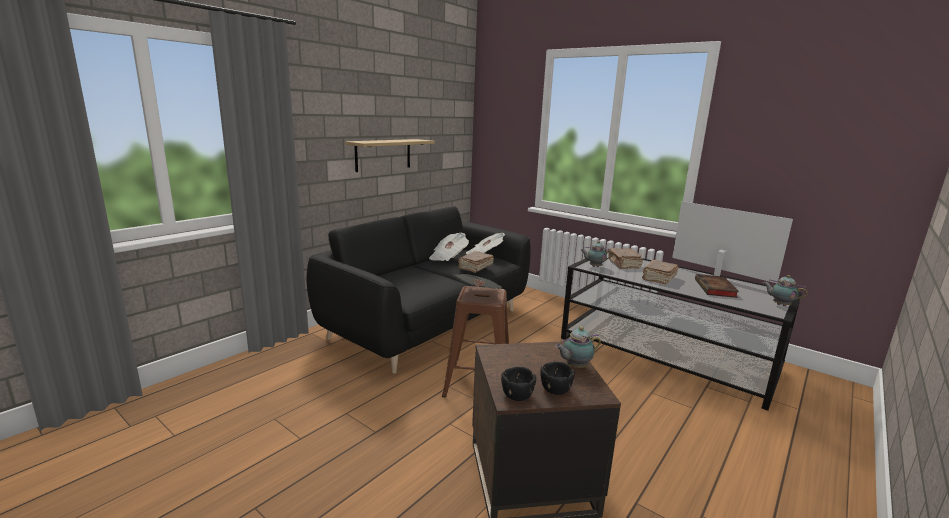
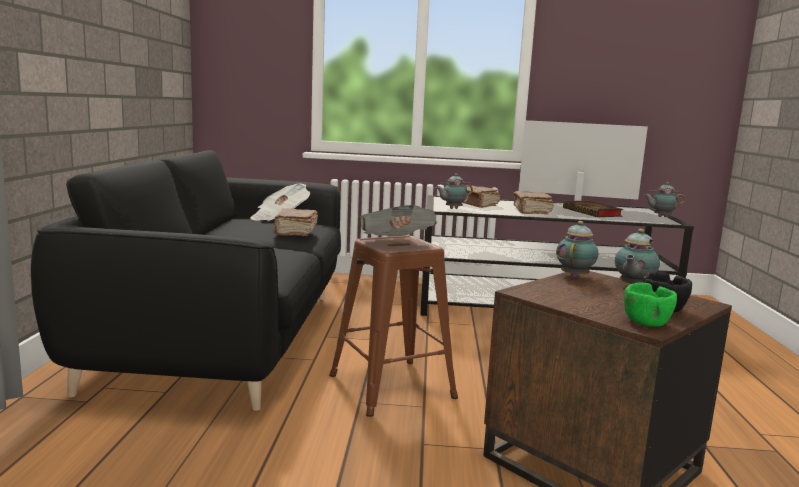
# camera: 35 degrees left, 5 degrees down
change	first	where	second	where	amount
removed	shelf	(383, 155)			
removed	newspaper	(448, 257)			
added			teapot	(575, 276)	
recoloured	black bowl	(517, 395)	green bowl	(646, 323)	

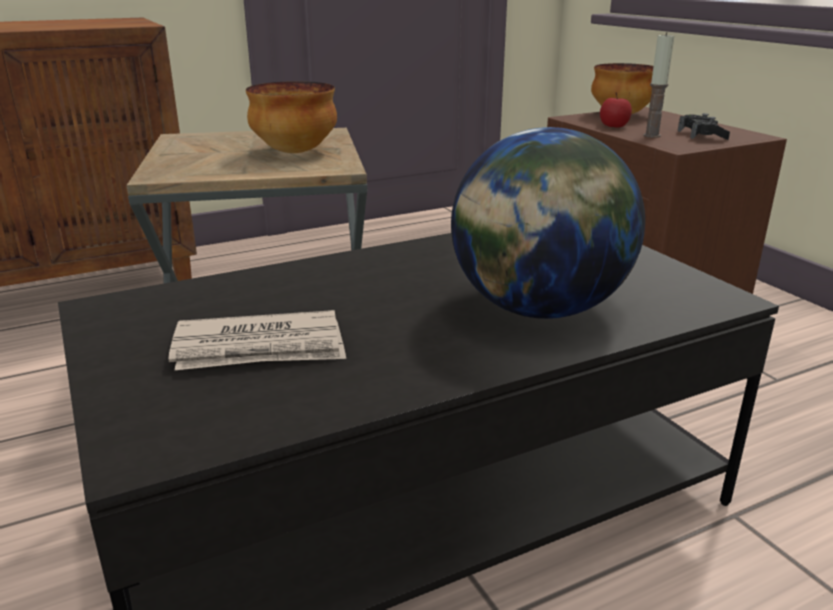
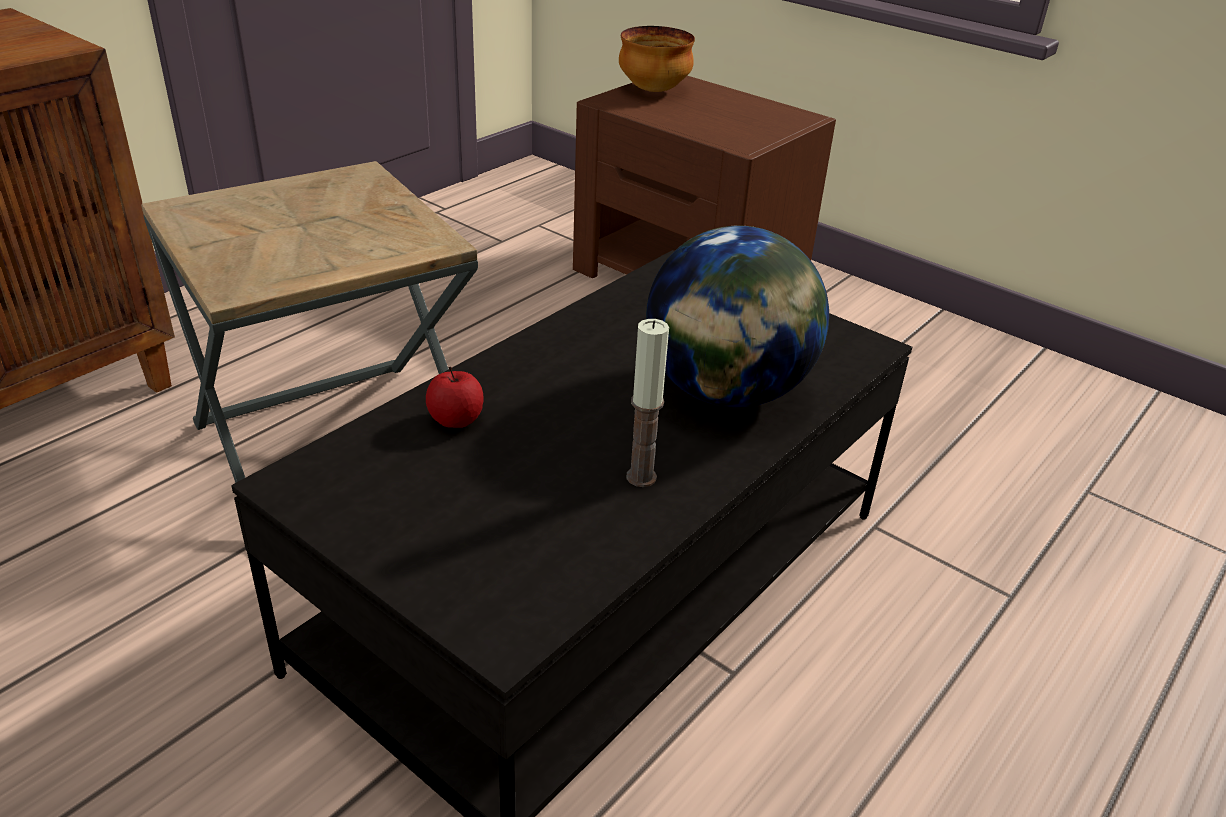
# camera: 25 degrees left, 10 degrees up
change	first	where	second	where	amount
removed	newspaper	(260, 348)			
removed	bowl	(296, 152)			
removed	black game controller	(701, 135)			
moved	apple	(614, 126)		(455, 420)	
moved	candle	(651, 135)		(641, 477)	

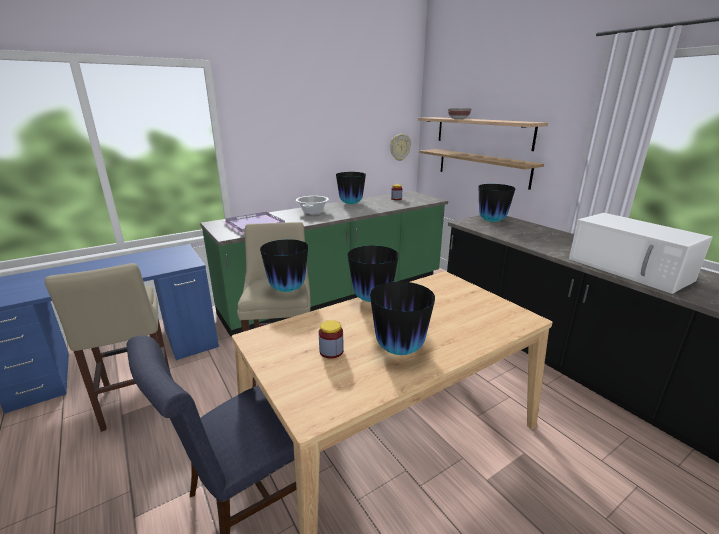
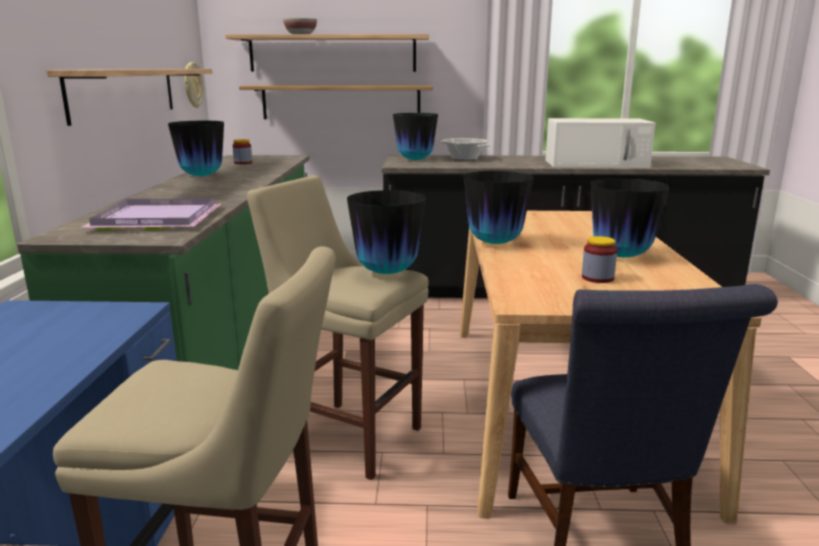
# camera: 55 degrees left, 5 degrees down
change	first	where	second	where	amount
added			shelf	(125, 92)	
moved	cooking pot	(312, 212)		(464, 158)	

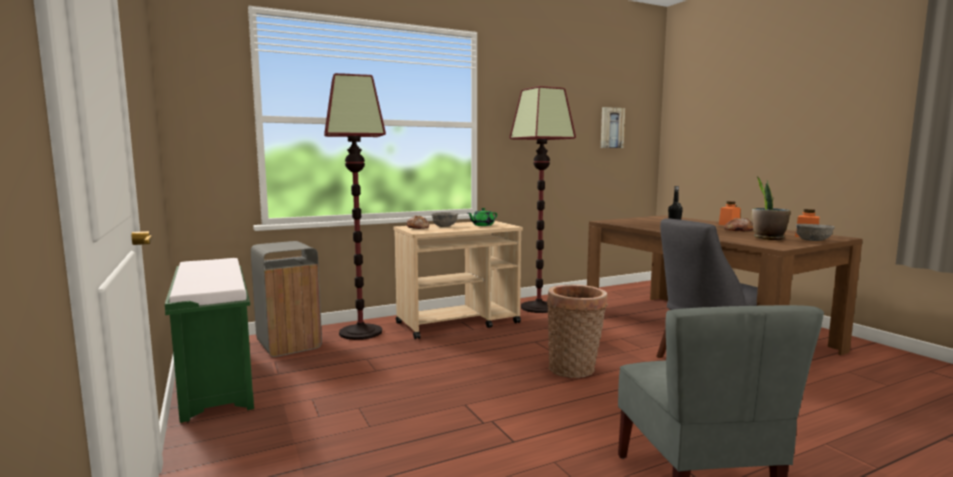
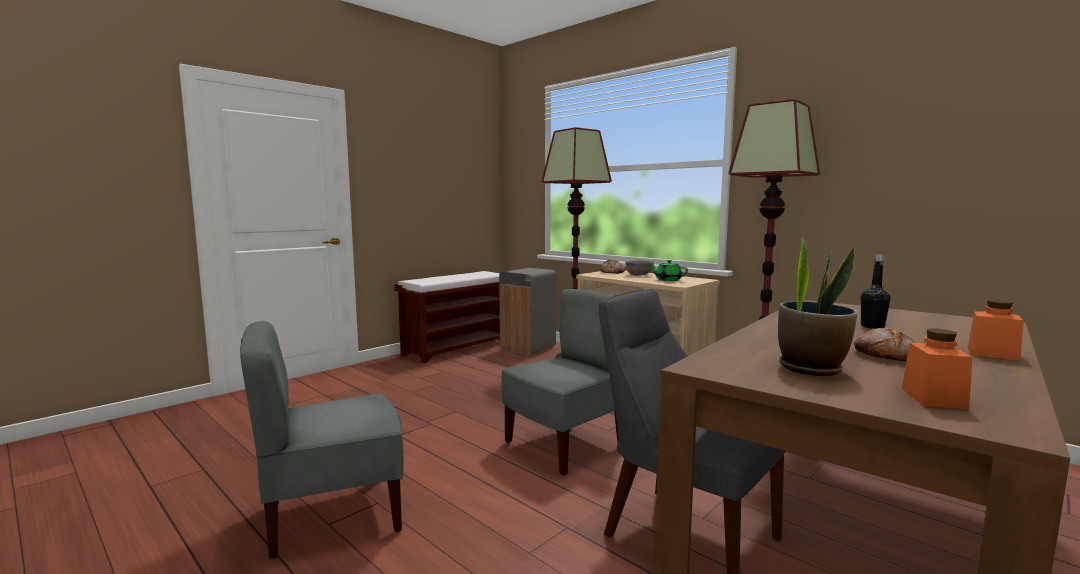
# camera: 70 degrees right, 0 degrees up
change	first	where	second	where	amount
removed	picture	(611, 128)			
removed	grey bowl	(812, 240)			
replaced	basket	(574, 369)	grey chair	(566, 445)	
recoloured	green bench	(216, 381)	brown bench	(456, 348)	

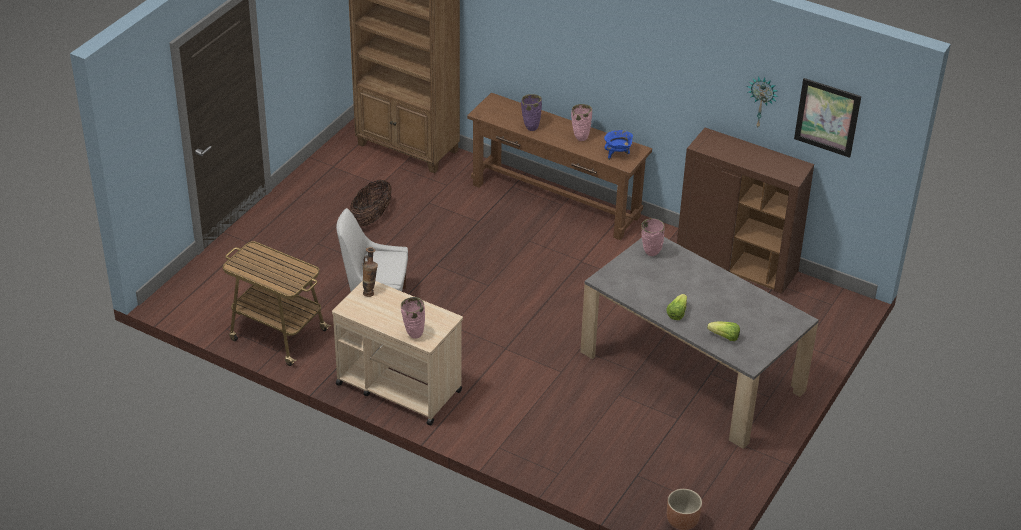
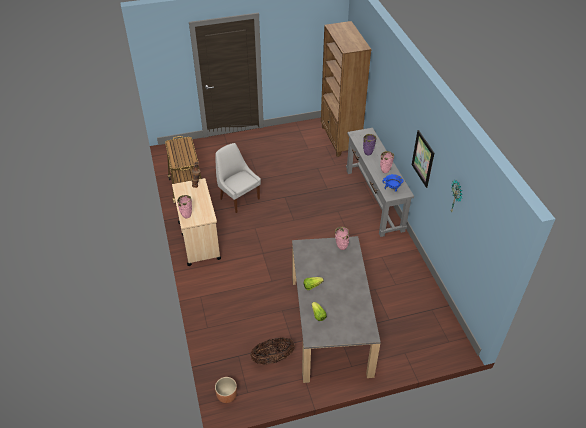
# camera: 45 degrees right, 5 degrees up
change	first	where	second	where	amount
removed	brown cabinet	(737, 264)			
moved	basket	(371, 217)		(273, 358)	
moved	picture	(827, 117)		(423, 158)	
recoloured	brown console table	(555, 201)	grey console table	(374, 200)	

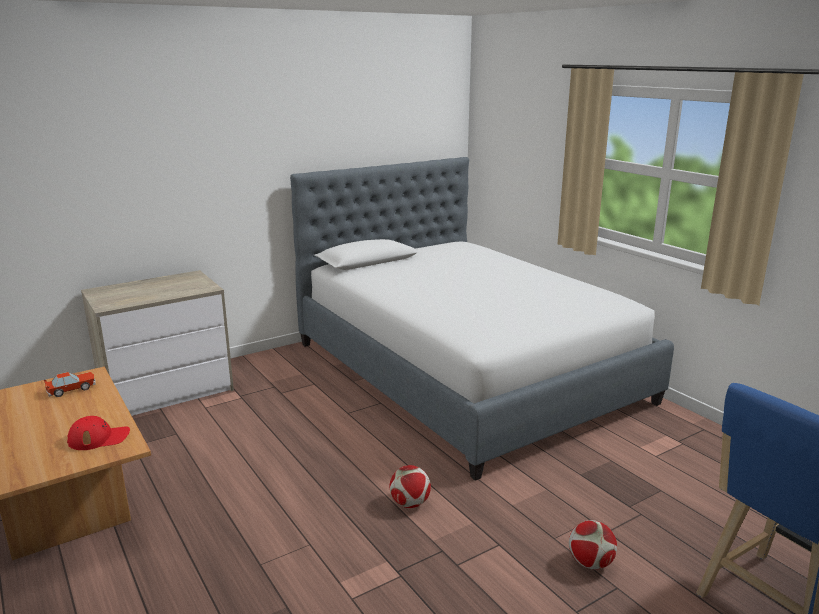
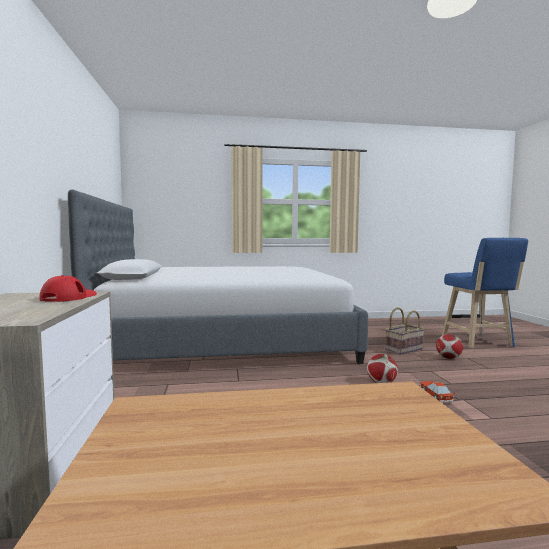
# camera: 65 degrees left, 15 degrees down
change	first	where	second	where	amount
added			basket	(403, 349)	
moved	toy car	(72, 389)		(435, 396)	
moved	red cap	(99, 438)		(69, 297)	

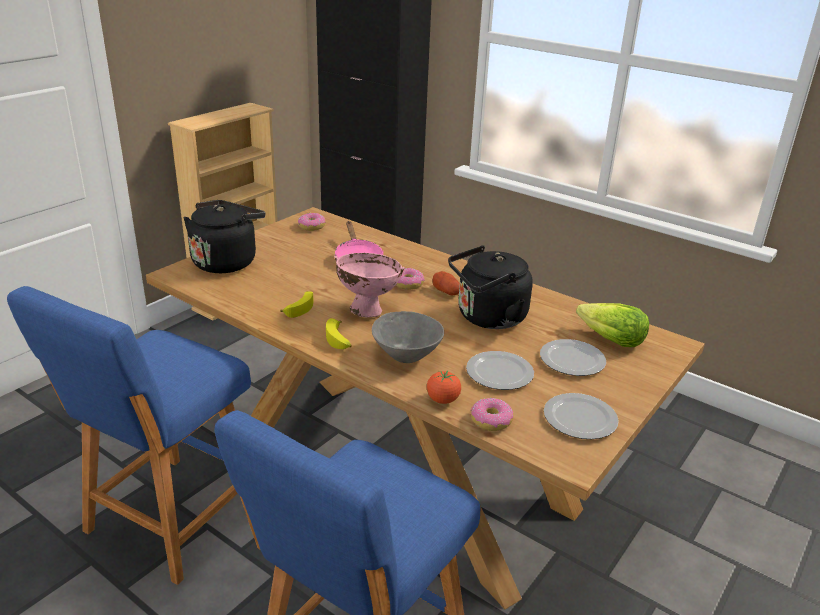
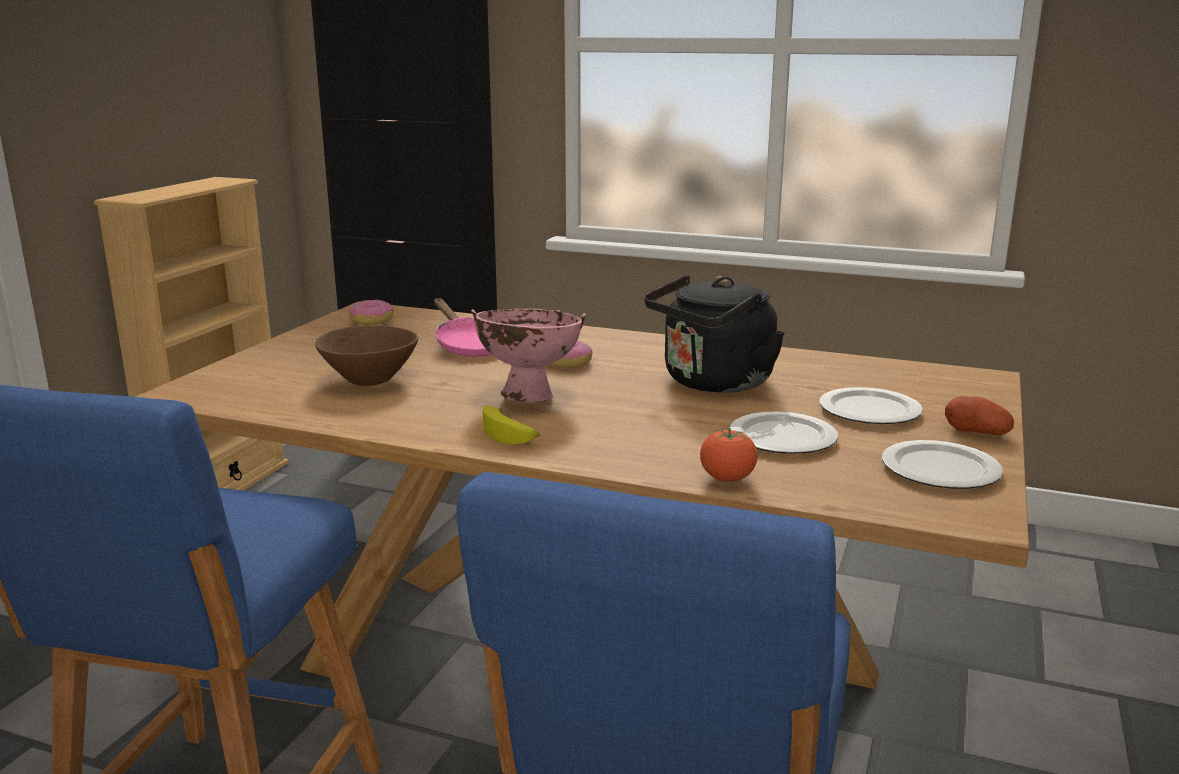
# camera: 15 degrees left, 10 degrees down
change	first	where	second	where	amount
removed	black kettle	(226, 261)			
removed	banana	(299, 307)			
removed	grey bowl	(406, 355)			
removed	donut	(491, 421)			
removed	lettuce	(610, 340)			
added			brown bowl	(370, 379)	
moved	potato	(446, 291)		(977, 432)	

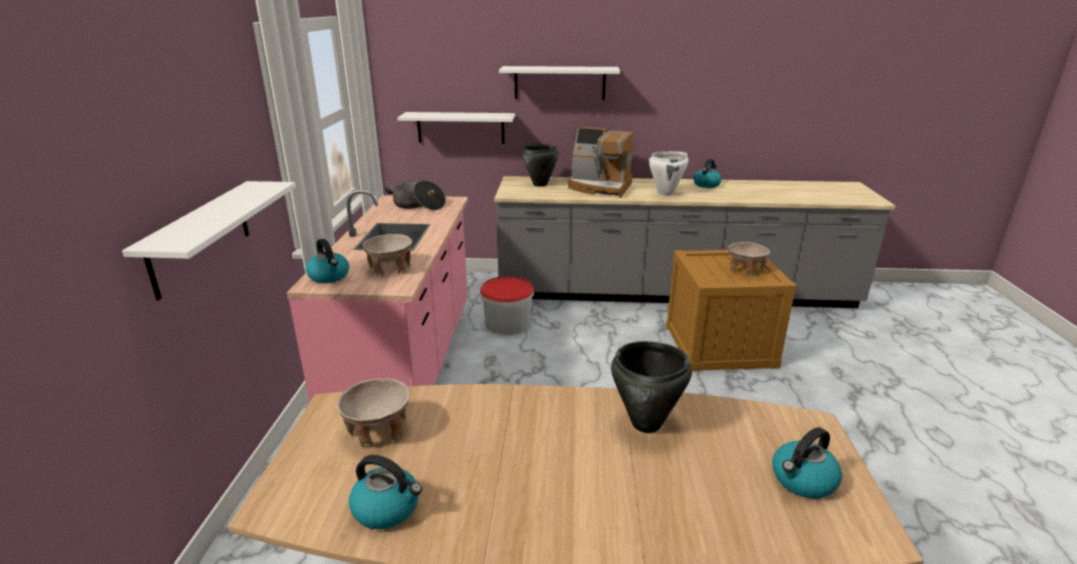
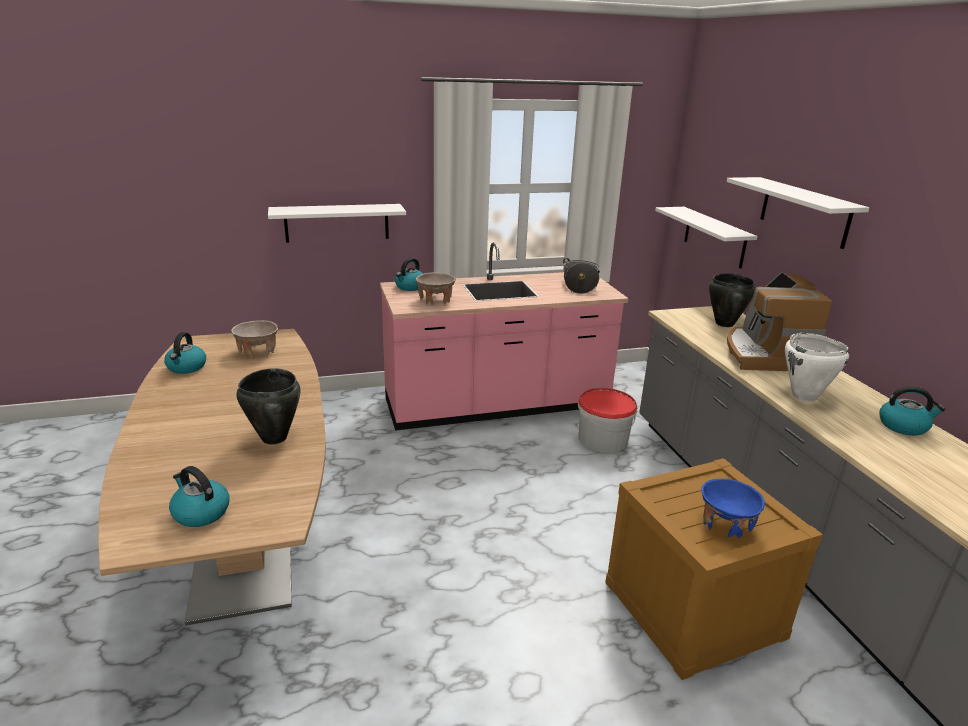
# camera: 70 degrees right, 0 degrees up
change	first	where	second	where	amount
recoloured	beige bowl	(745, 270)	blue bowl	(726, 523)	

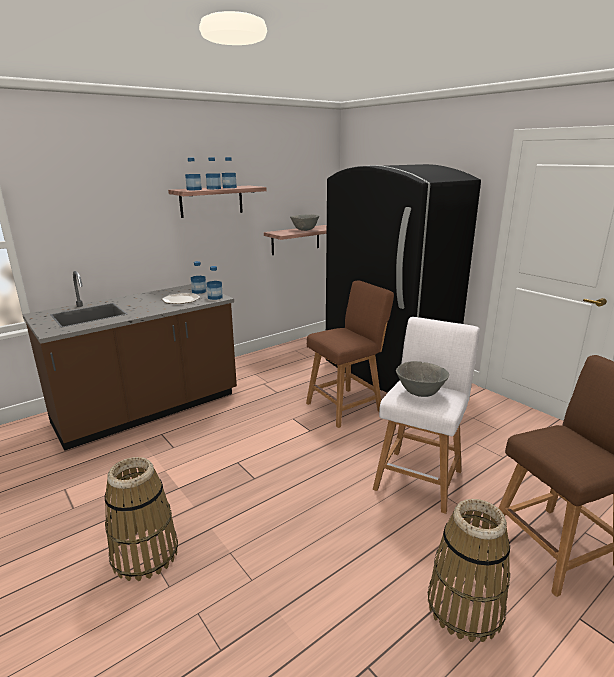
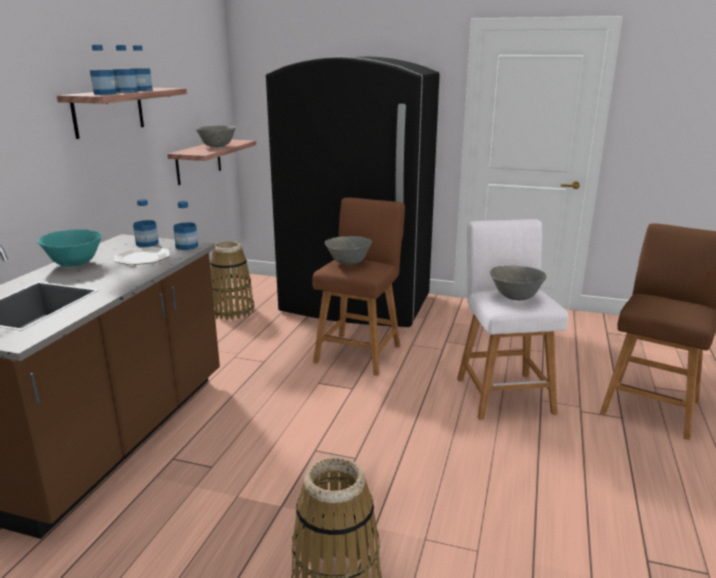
# camera: 35 degrees left, 0 degrees up
change	first	where	second	where	amount
added			turquoise bowl	(75, 263)	
added			grey bowl	(348, 263)	
moved	basket	(464, 606)		(232, 311)	

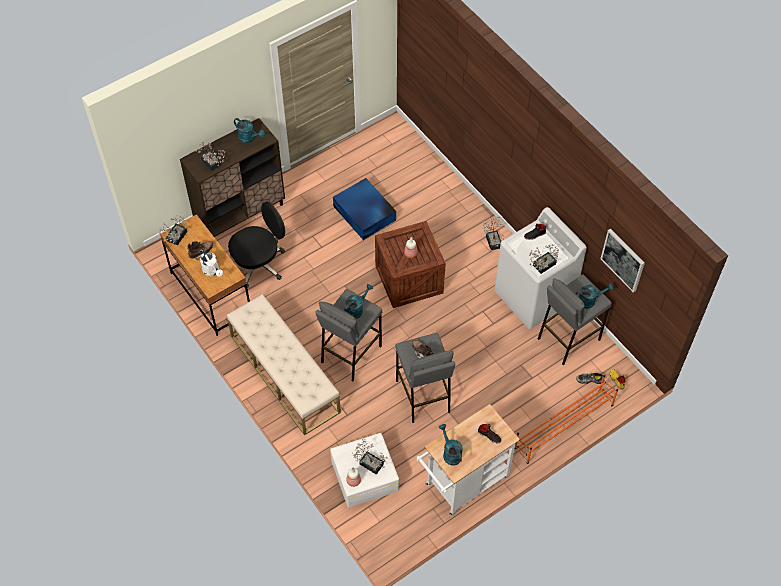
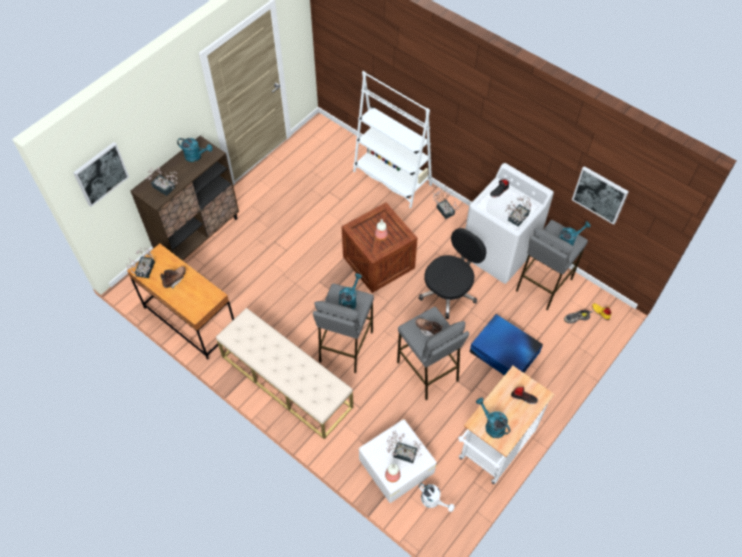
# camera: 15 degrees left, 0 degrees up
change	first	where	second	where	amount
removed	orange shoe rack	(563, 426)			
added			picture	(101, 173)	
added			white bookcase	(392, 178)	
moved	white watering can	(212, 271)		(433, 501)	
moved	black office chair	(259, 264)		(449, 292)	
moved	blue storage box	(364, 214)		(505, 352)	

